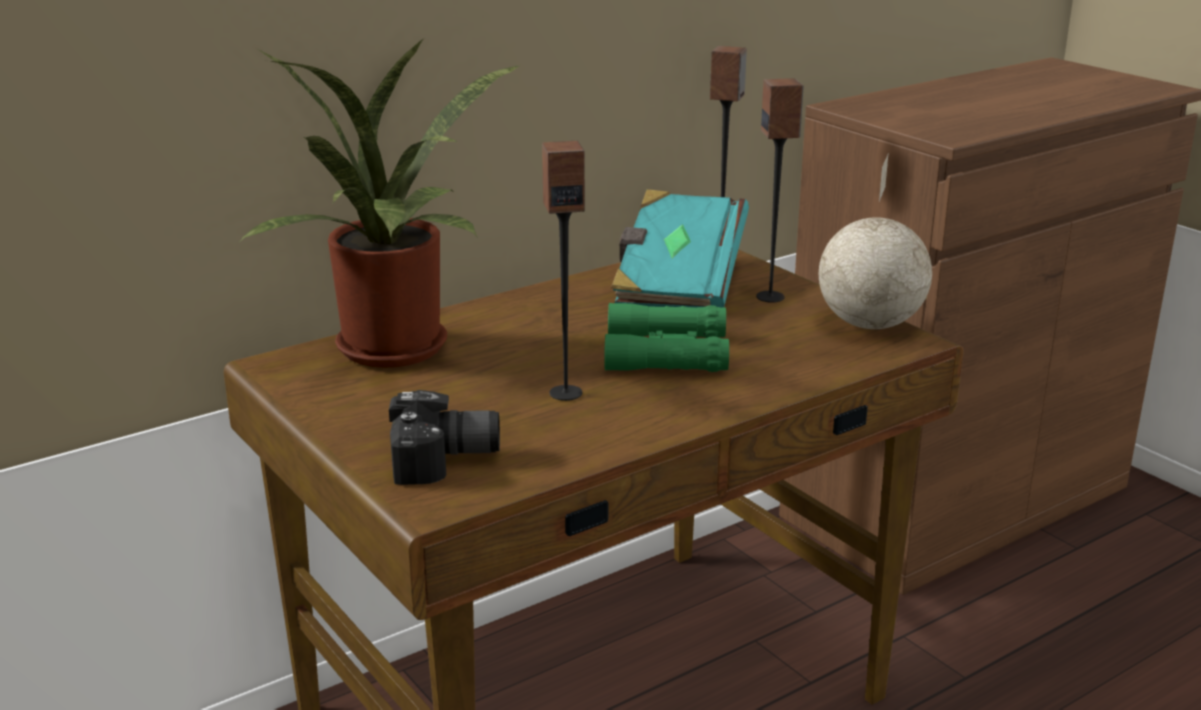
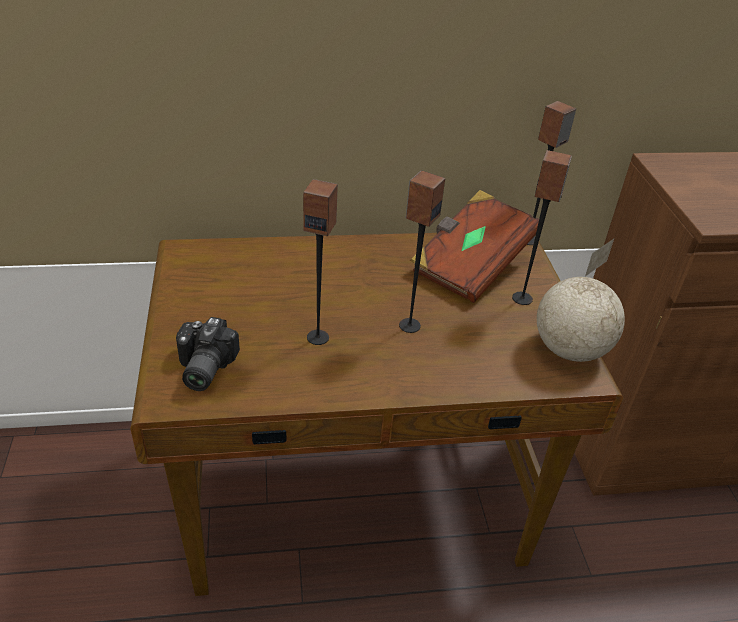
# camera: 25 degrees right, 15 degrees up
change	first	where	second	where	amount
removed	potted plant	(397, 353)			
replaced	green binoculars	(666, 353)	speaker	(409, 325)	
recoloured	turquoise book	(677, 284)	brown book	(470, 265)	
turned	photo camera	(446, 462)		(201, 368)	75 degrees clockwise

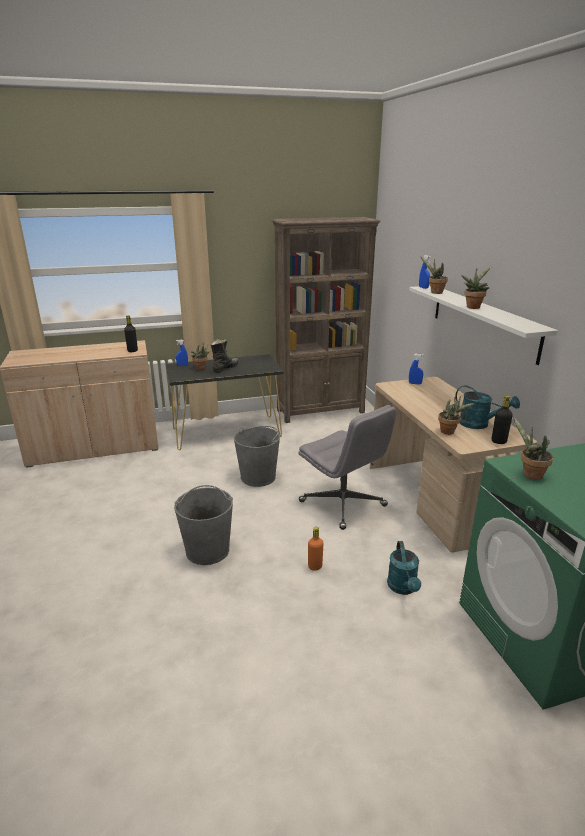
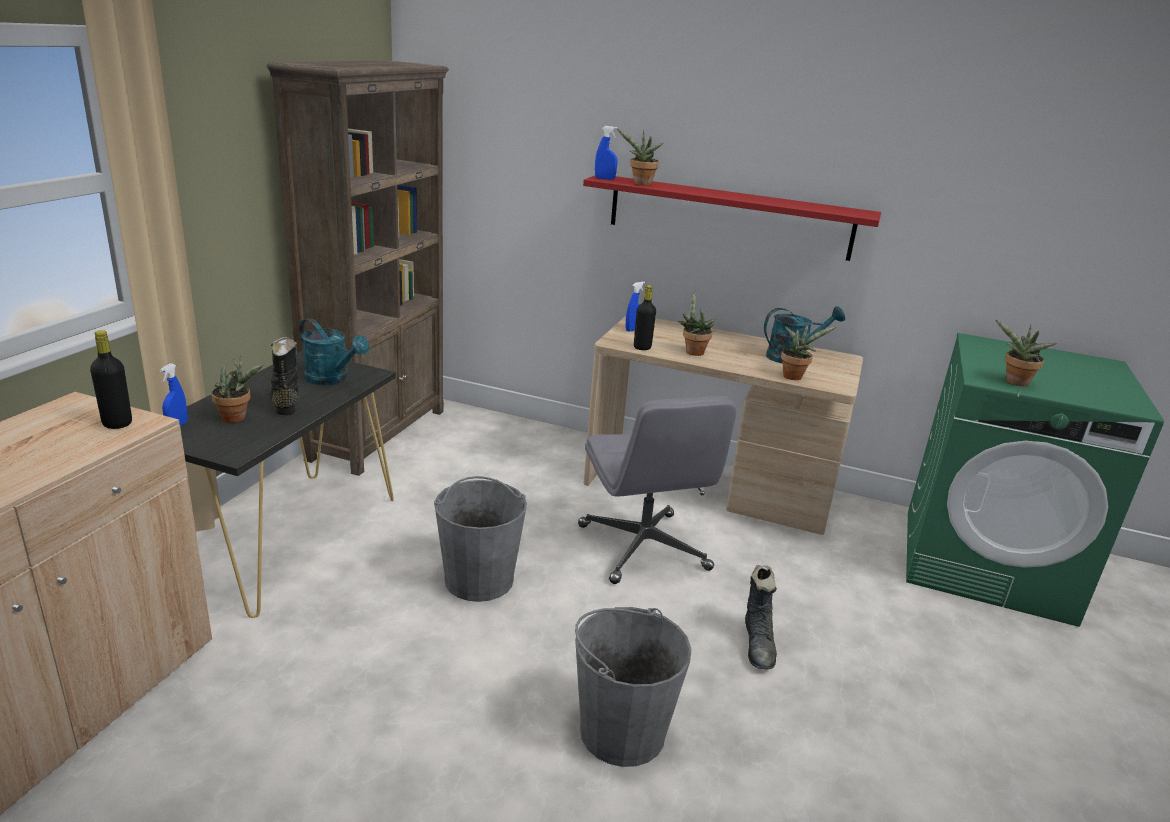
# camera: 55 degrees left, 0 degrees up
change	first	where	second	where	amount
moved	turquoise watering can	(403, 588)		(332, 379)	
moved	potted plant	(473, 307)		(693, 351)	
moved	black bottle	(498, 441)		(642, 347)	
replaced	orange bottle	(315, 566)	black boot	(758, 645)	
recoloured	white shelf	(482, 321)	red shelf	(729, 217)	
turned	grey office chair	(343, 504)		(644, 548)	75 degrees clockwise

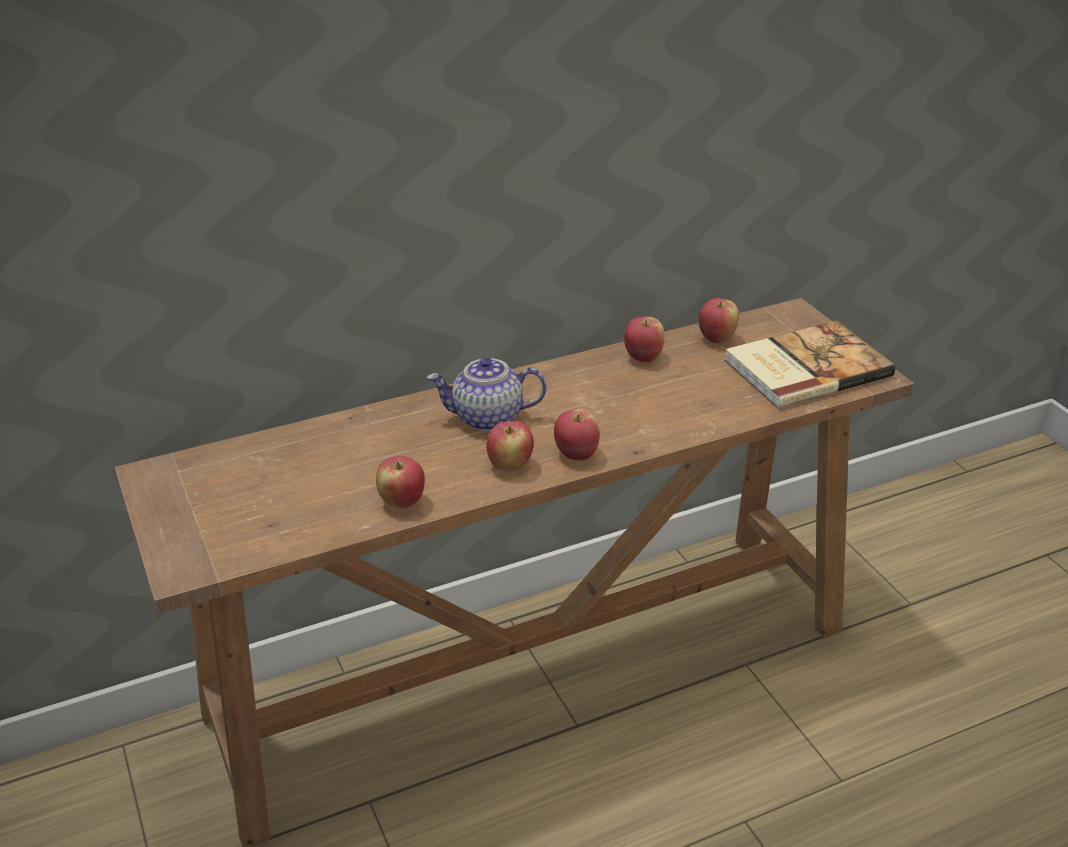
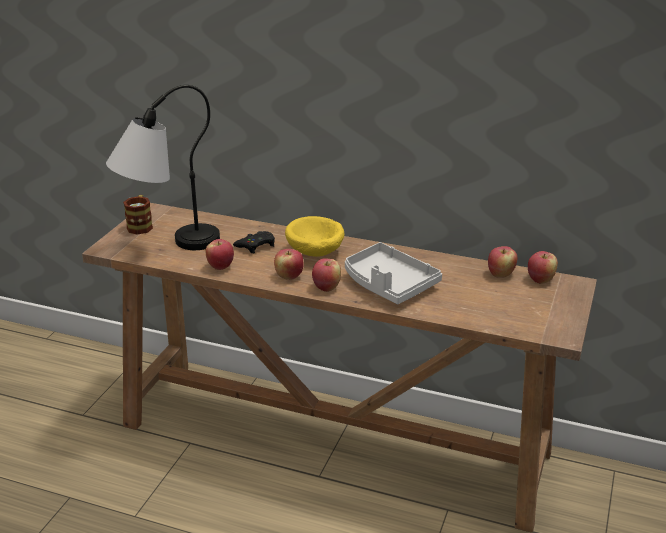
# camera: 45 degrees right, 5 degrees down
change	first	where	second	where	amount
removed	book	(804, 367)			
added			table lamp	(167, 246)	
added			mug	(140, 225)	
added			black game controller	(256, 245)	
added			grey tray	(388, 284)	
moved	apple	(643, 357)		(540, 280)	
replaced	teapot	(487, 418)	yellow bowl	(315, 253)	

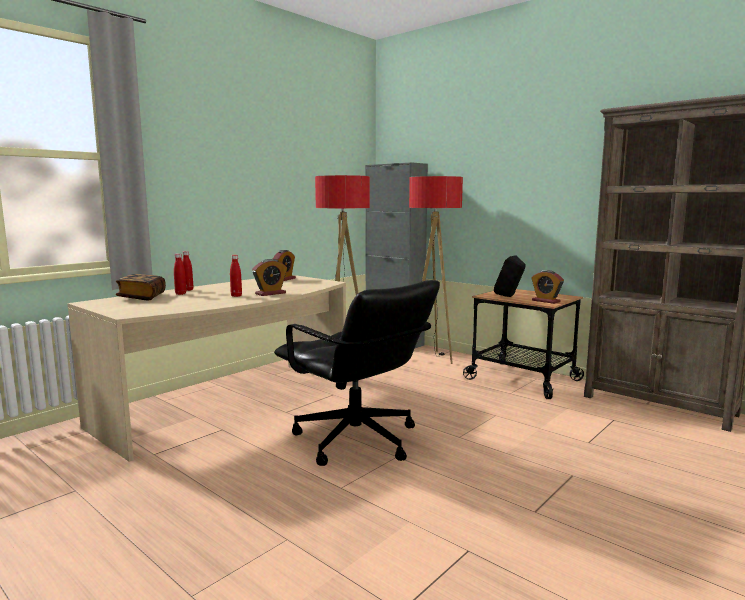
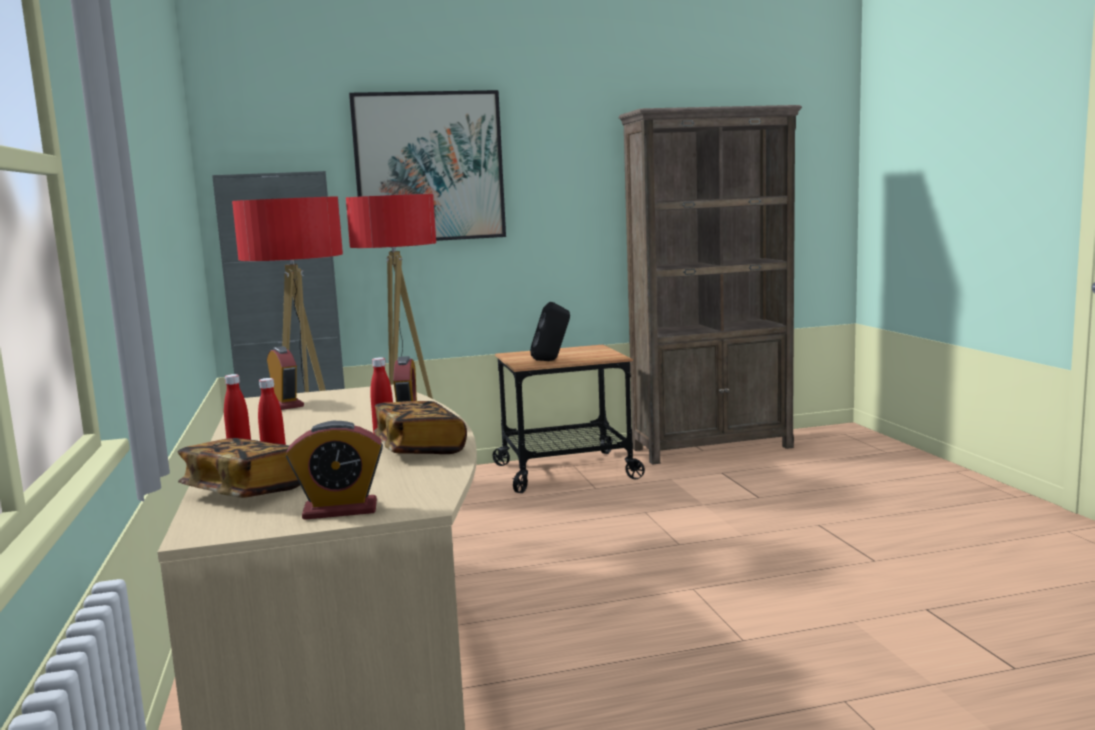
# camera: 55 degrees left, 0 degrees up
change	first	where	second	where	amount
removed	black office chair	(356, 440)			
added			picture	(429, 167)	
added			book	(419, 448)	
moved	alarm clock	(546, 301)		(340, 510)	

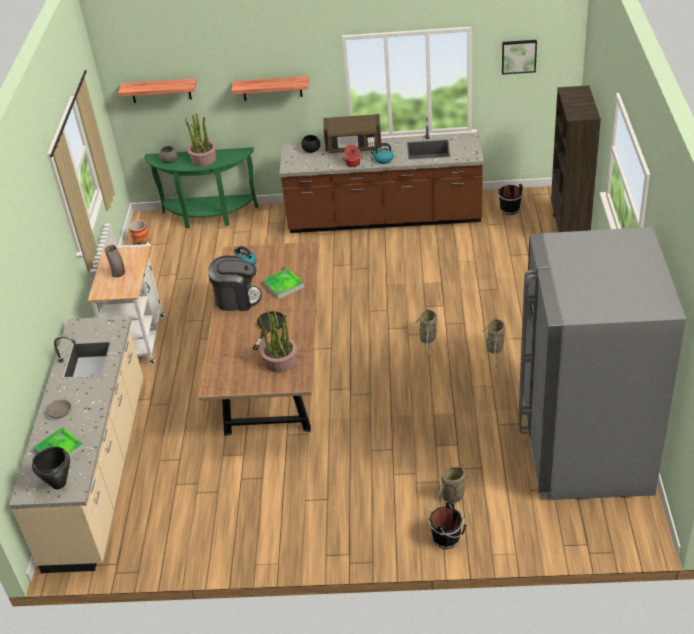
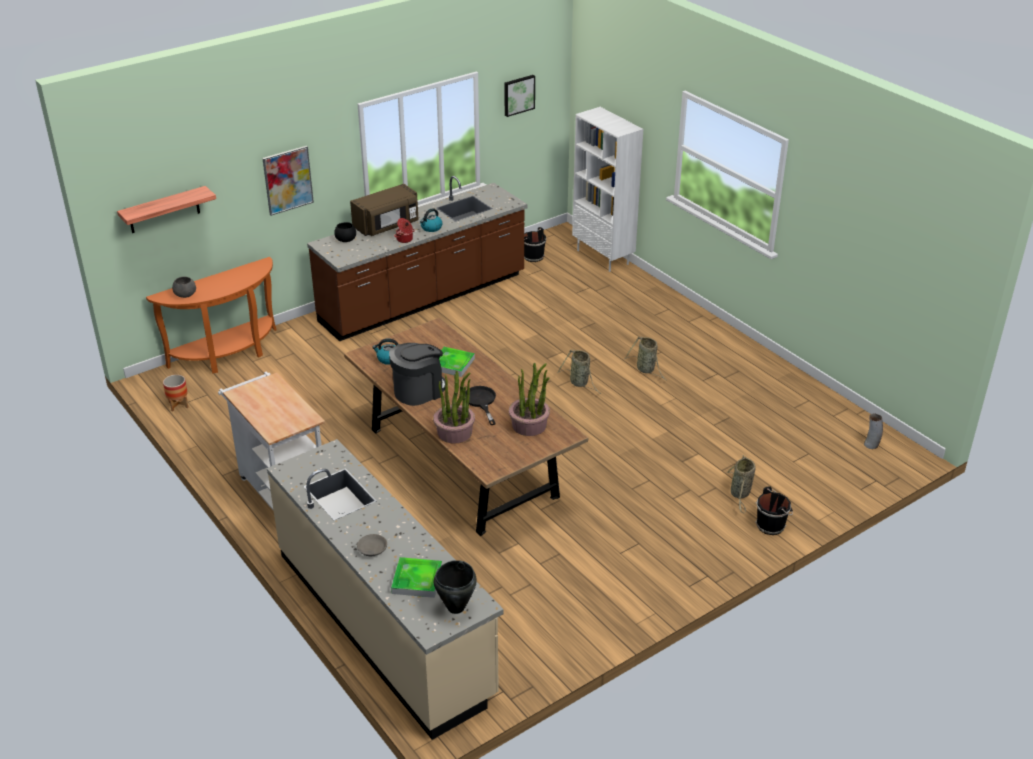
# camera: 40 degrees left, 5 degrees down
change	first	where	second	where	amount
removed	grey fridge	(585, 448)			
moved	vase	(118, 273)		(871, 444)	
moved	potted plant	(203, 159)		(455, 433)	
replaced	shelf	(272, 88)	picture	(288, 180)	
recoloured	green console table	(208, 216)	orange console table	(228, 354)	
recoloured	brown bookcase	(570, 229)	white bookcase	(603, 257)	

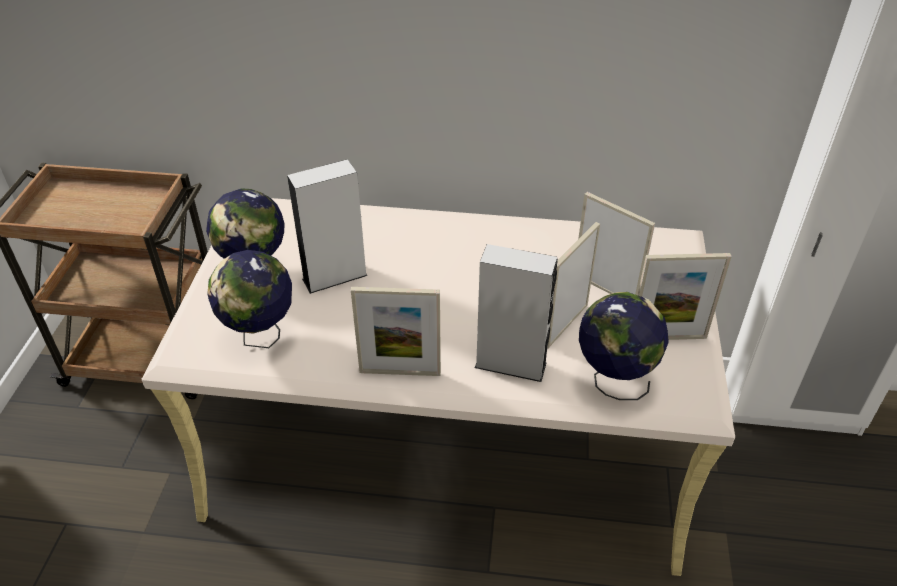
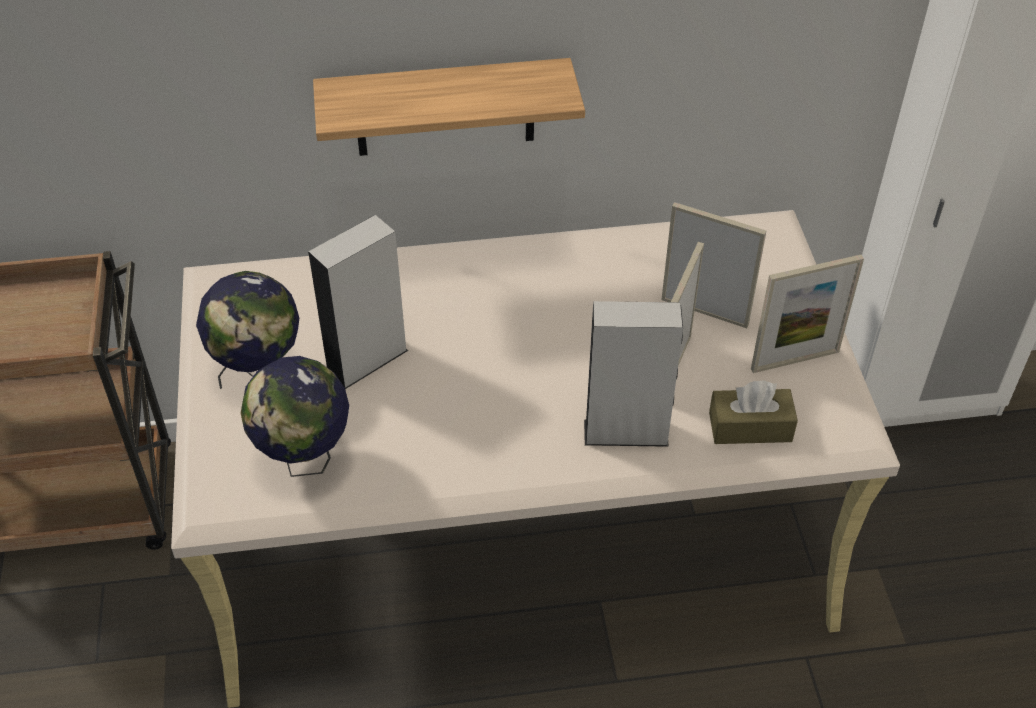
# camera: 15 degrees left, 5 degrees up
change	first	where	second	where	amount
removed	picture frame	(400, 372)			
added			shelf	(445, 108)	
replaced	globe	(613, 381)	brown tissue box	(750, 427)	

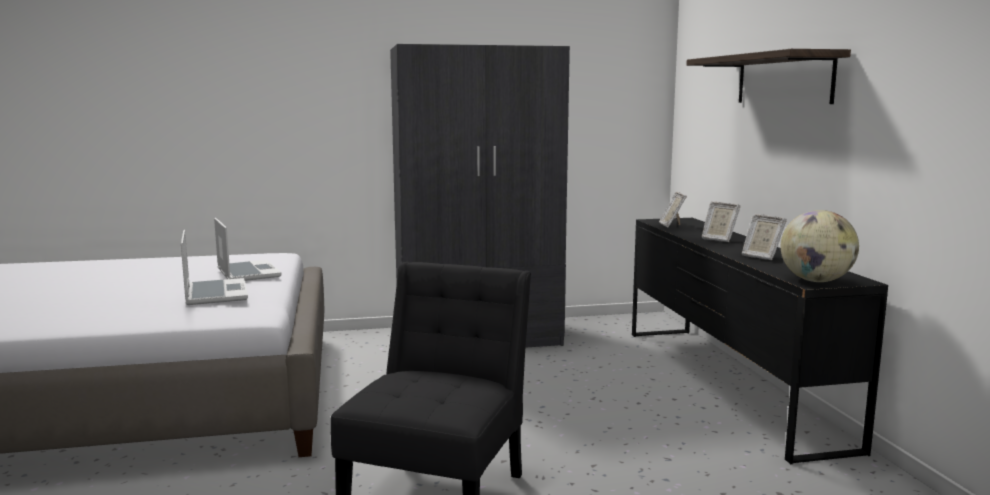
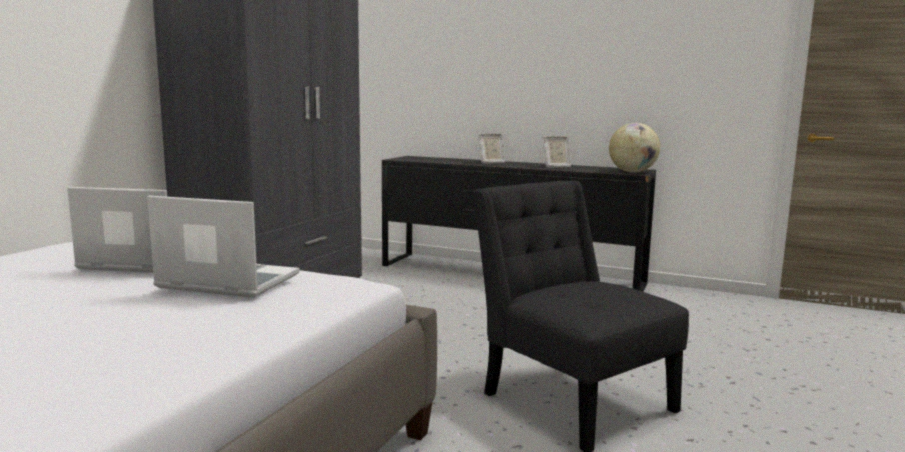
# camera: 55 degrees left, 0 degrees up
change	first	where	second	where	amount
removed	picture frame	(671, 226)			
removed	shelf	(783, 79)			

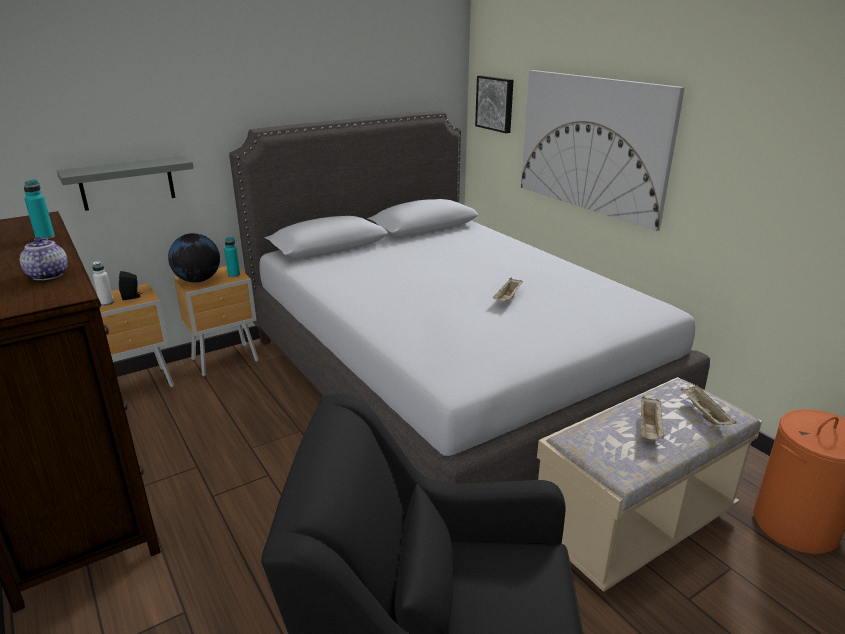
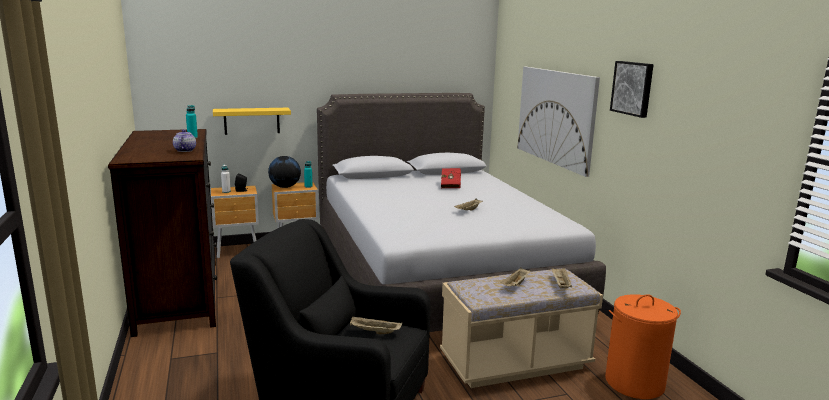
# camera: 15 degrees right, 10 degrees down
change	first	where	second	where	amount
added			beige tray	(374, 332)	
added			red book	(451, 185)	
moved	picture	(495, 103)		(633, 88)	
recoloured	grey shelf	(127, 183)	yellow shelf	(252, 121)	

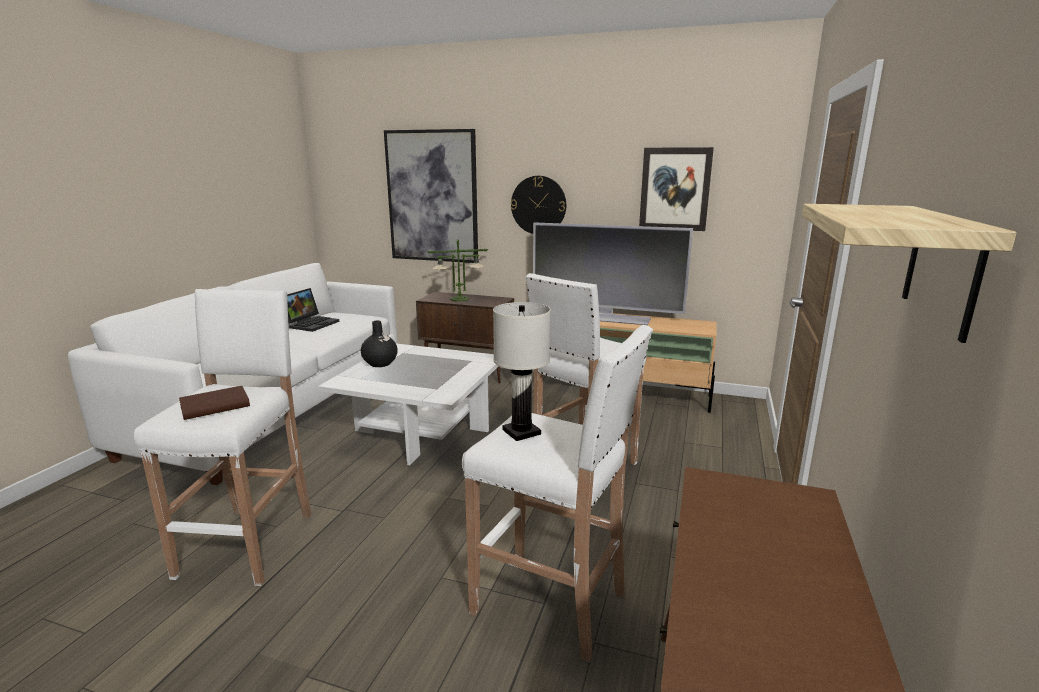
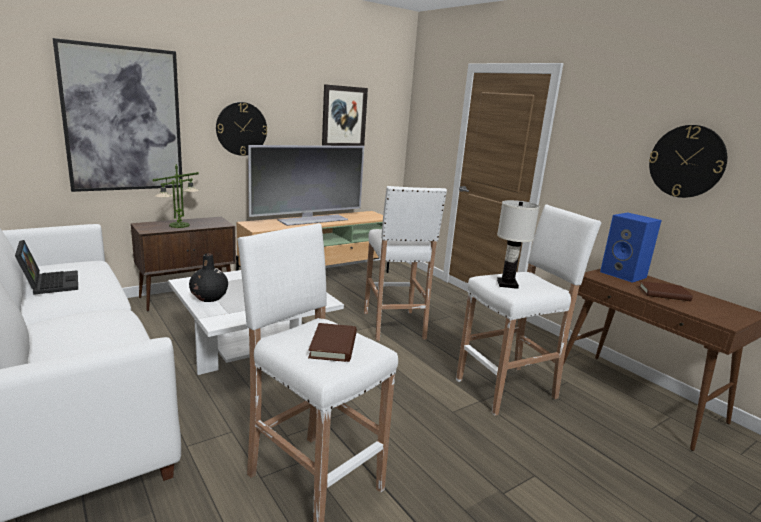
# camera: 55 degrees left, 0 degrees up
change	first	where	second	where	amount
added			blue speaker	(624, 275)	
added			brown book	(663, 294)	
replaced	shelf	(942, 267)	wall clock	(686, 161)	

